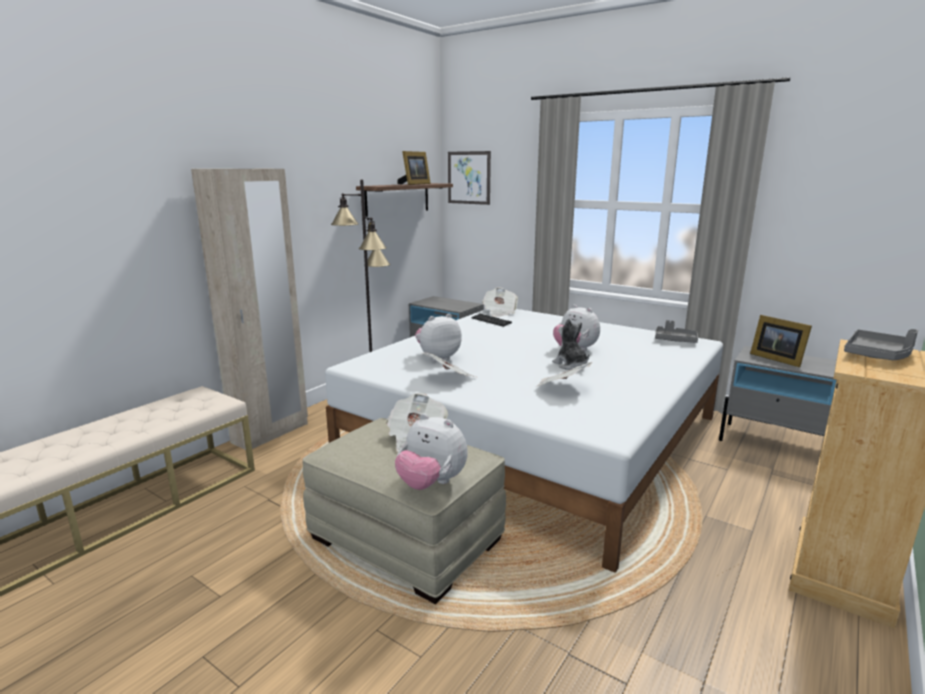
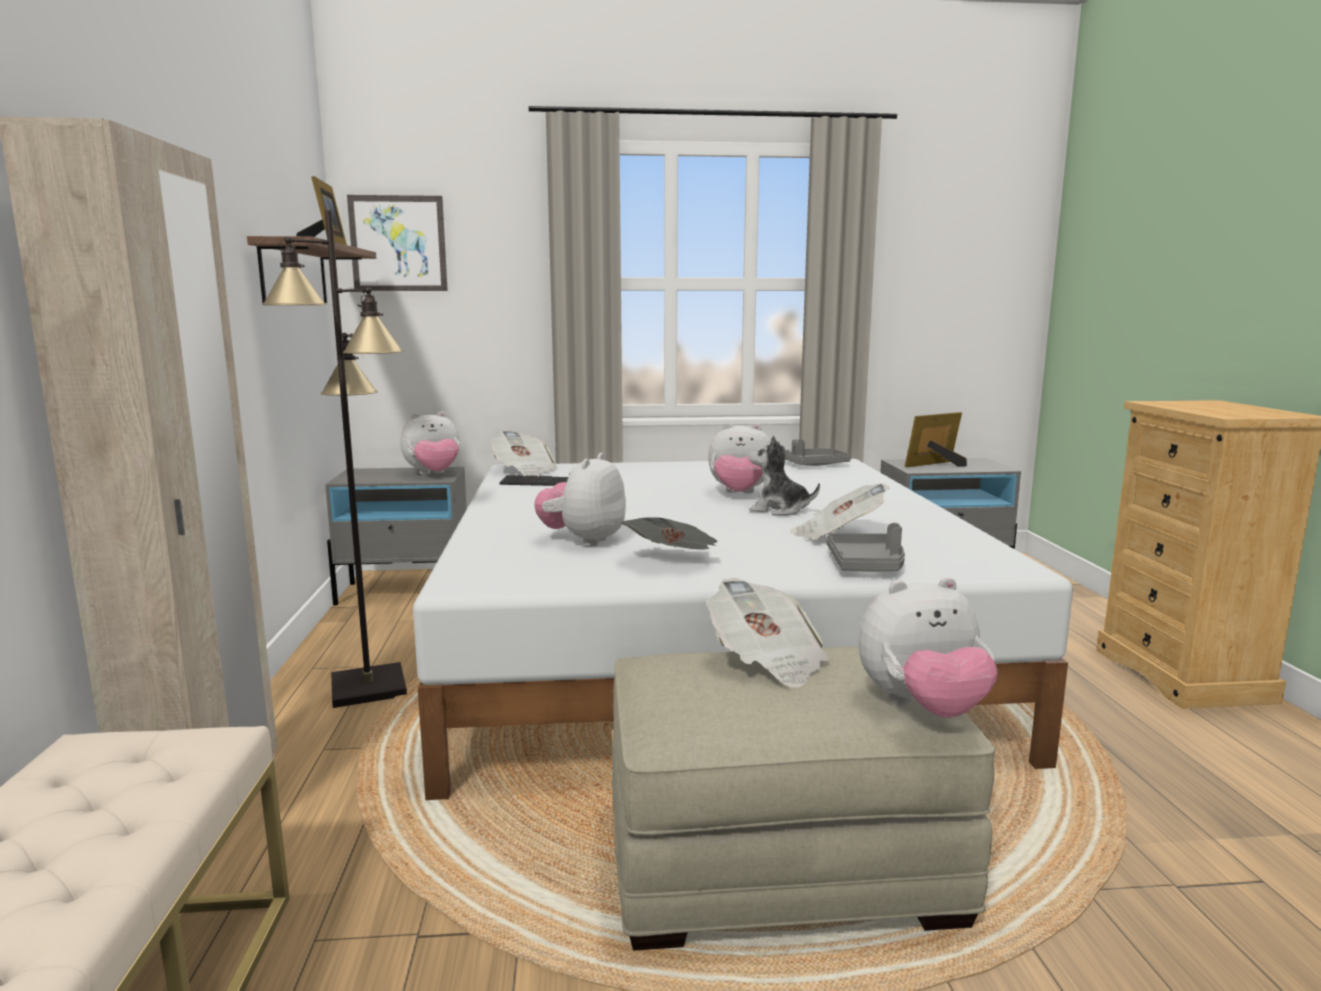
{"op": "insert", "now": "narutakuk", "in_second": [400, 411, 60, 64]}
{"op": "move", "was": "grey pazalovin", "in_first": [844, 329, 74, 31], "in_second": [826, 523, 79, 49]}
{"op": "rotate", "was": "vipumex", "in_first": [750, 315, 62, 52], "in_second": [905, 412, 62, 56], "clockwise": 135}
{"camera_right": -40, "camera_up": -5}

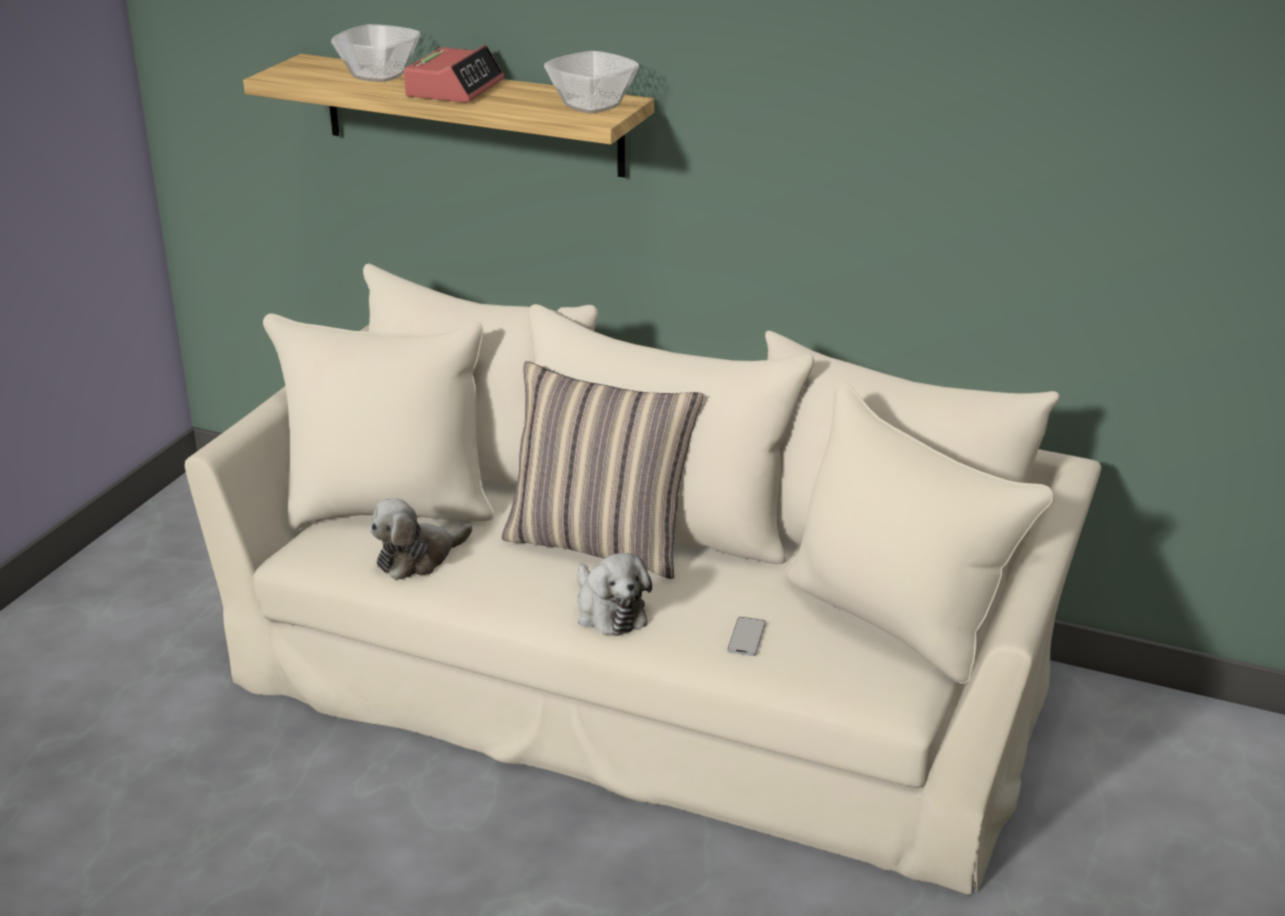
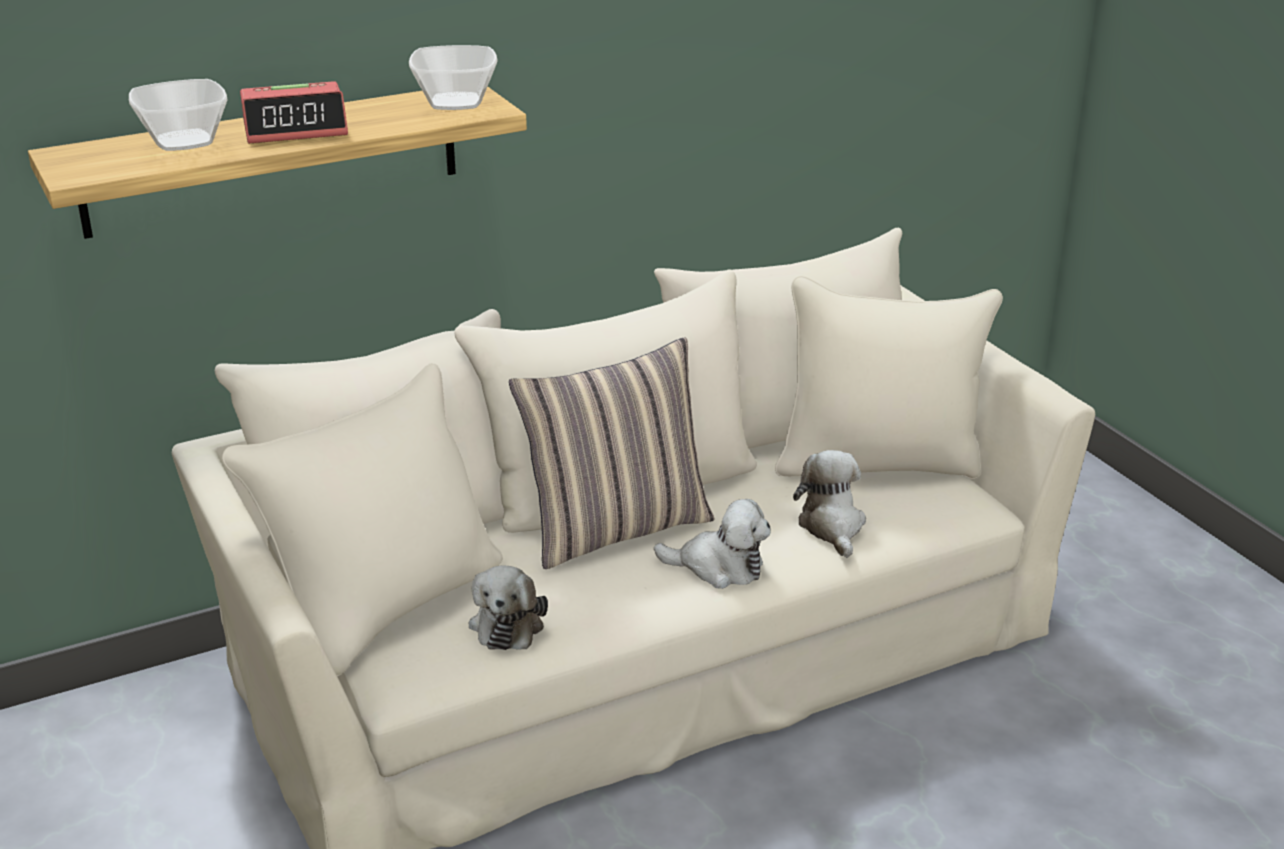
{"op": "rotate", "was": "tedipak", "in_first": [404, 45, 100, 58], "in_second": [240, 81, 108, 62], "clockwise": 105}
{"op": "replace", "was": "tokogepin", "now": "narutakuk", "in_first": [727, 617, 39, 39], "in_second": [793, 450, 73, 108]}
{"camera_right": -50, "camera_up": 0}

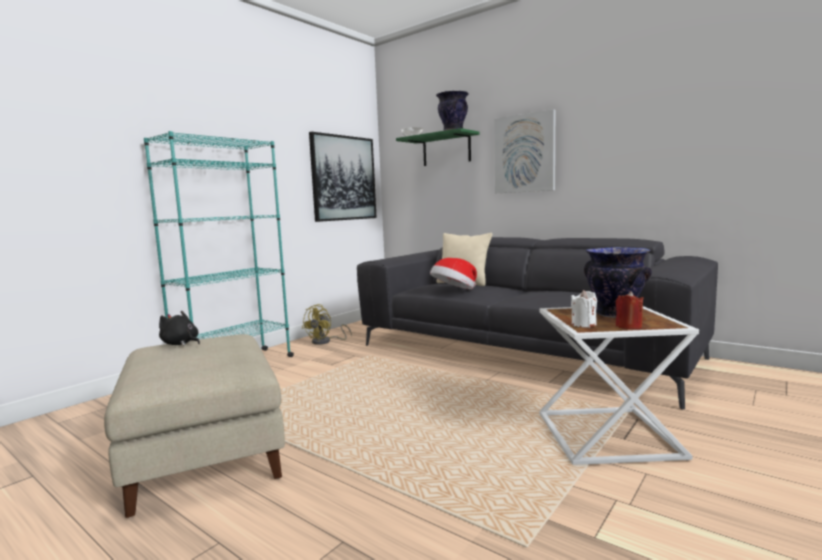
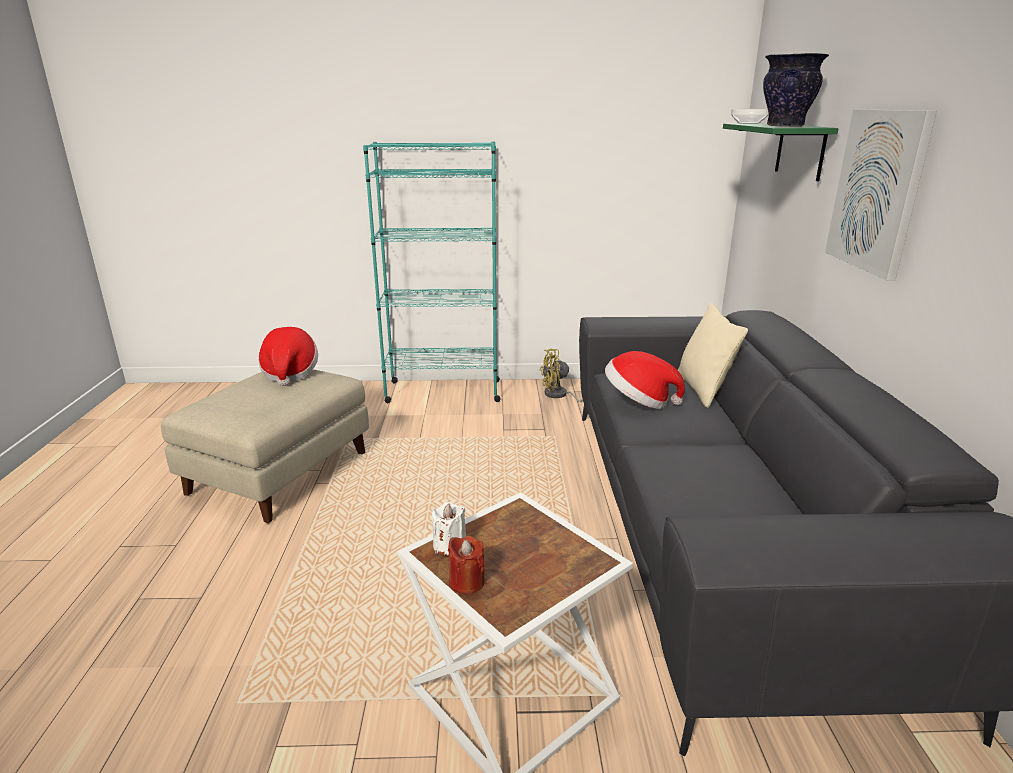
{"op": "replace", "was": "black narutakuk", "now": "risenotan", "in_first": [159, 311, 41, 35], "in_second": [258, 327, 60, 59]}
{"op": "delete", "was": "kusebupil", "in_first": [309, 132, 68, 90]}
{"op": "delete", "was": "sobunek", "in_first": [584, 247, 68, 71]}
{"camera_right": 50, "camera_up": 15}

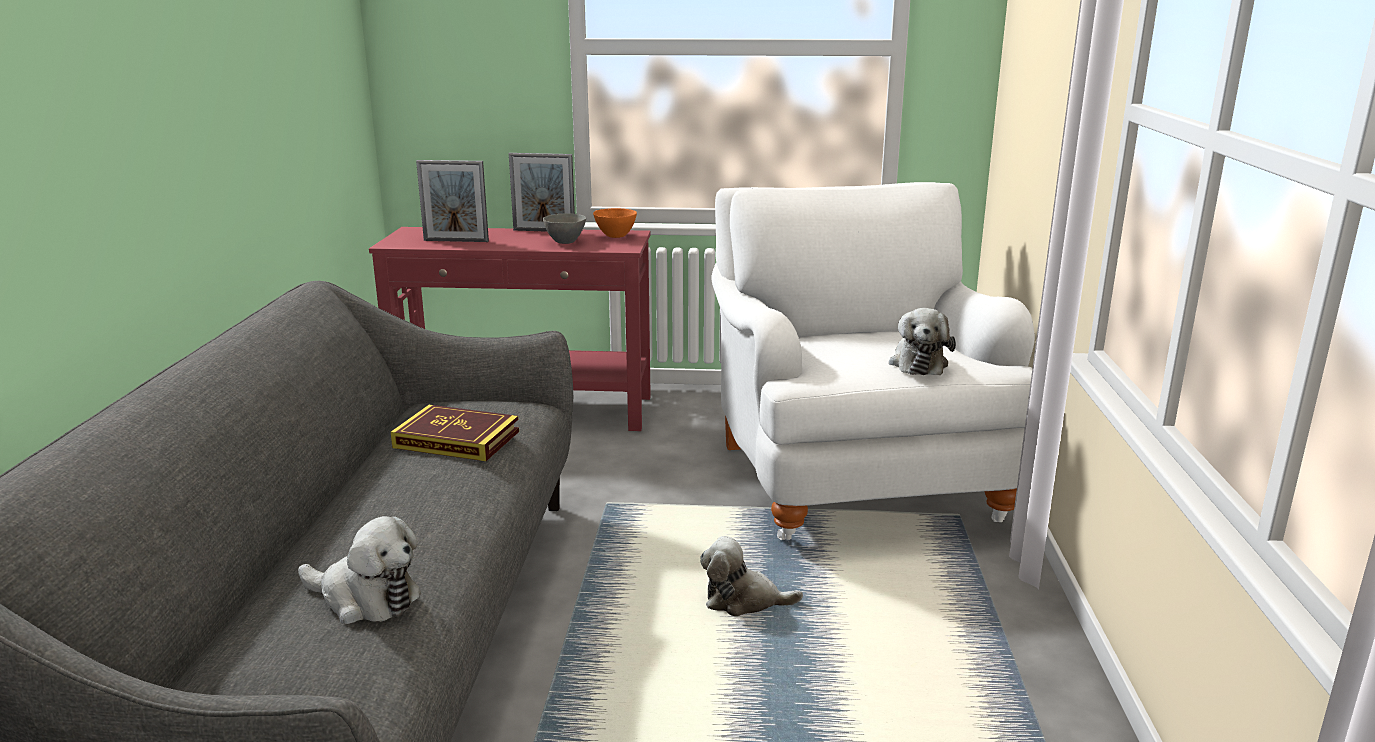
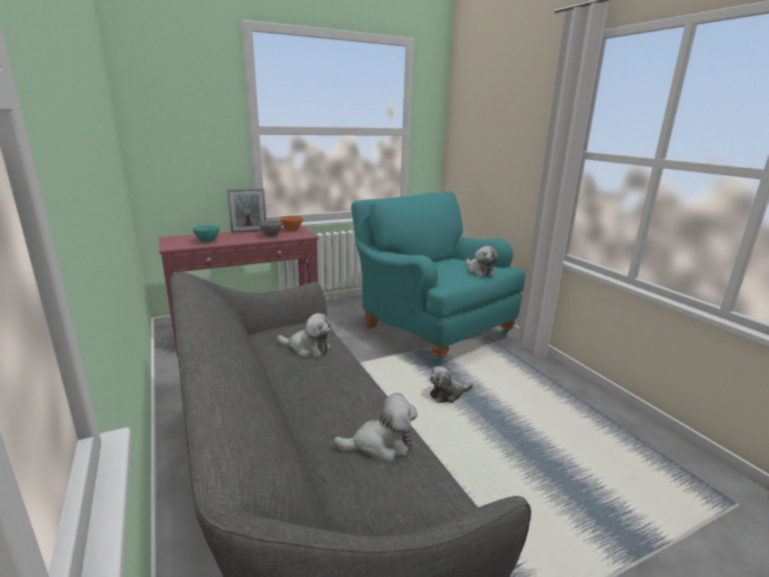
{"op": "replace", "was": "vipumex", "now": "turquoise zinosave", "in_first": [416, 160, 73, 82], "in_second": [192, 225, 28, 18]}
{"op": "replace", "was": "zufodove", "now": "narutakuk", "in_first": [391, 405, 128, 56], "in_second": [278, 313, 53, 44]}
{"op": "recolor", "was": "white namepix", "now": "turquoise namepix", "in_first": [711, 182, 324, 358], "in_second": [351, 192, 175, 172]}
{"camera_right": -30, "camera_up": 0}

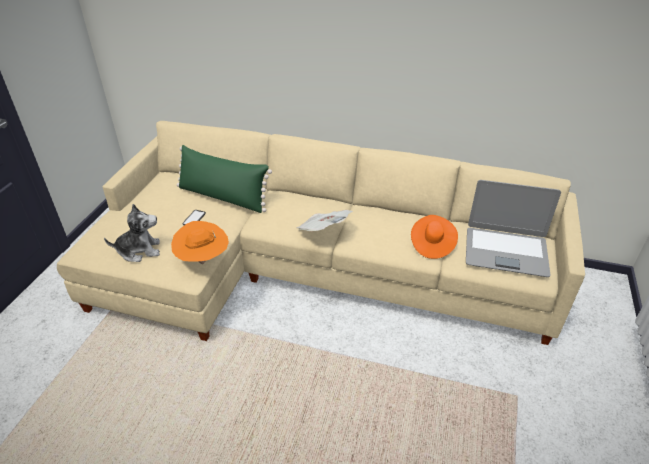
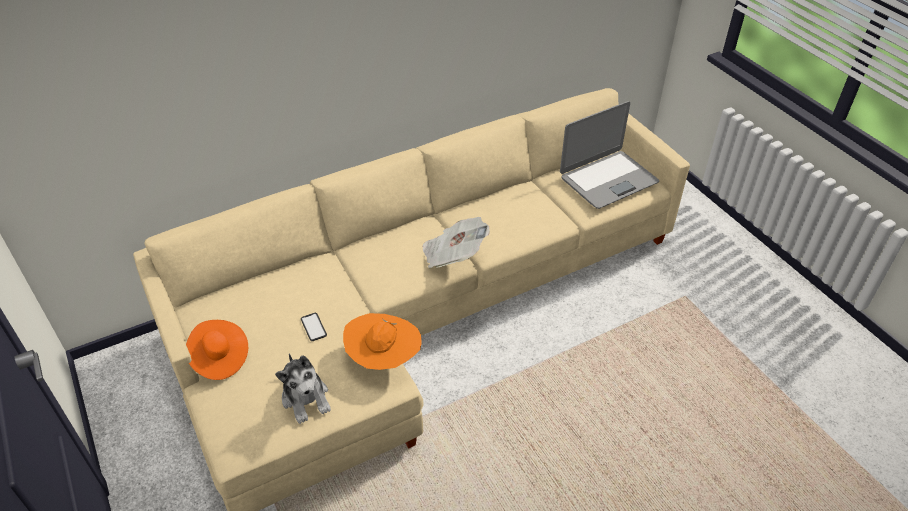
{"op": "move", "was": "orange risenotan", "in_first": [411, 215, 47, 44], "in_second": [186, 320, 62, 60]}
{"op": "rotate", "was": "narutakuk", "in_first": [104, 204, 56, 58], "in_second": [275, 353, 56, 71], "clockwise": 120}
{"op": "delete", "was": "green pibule", "in_first": [177, 145, 95, 68]}
{"camera_right": -45, "camera_up": 5}

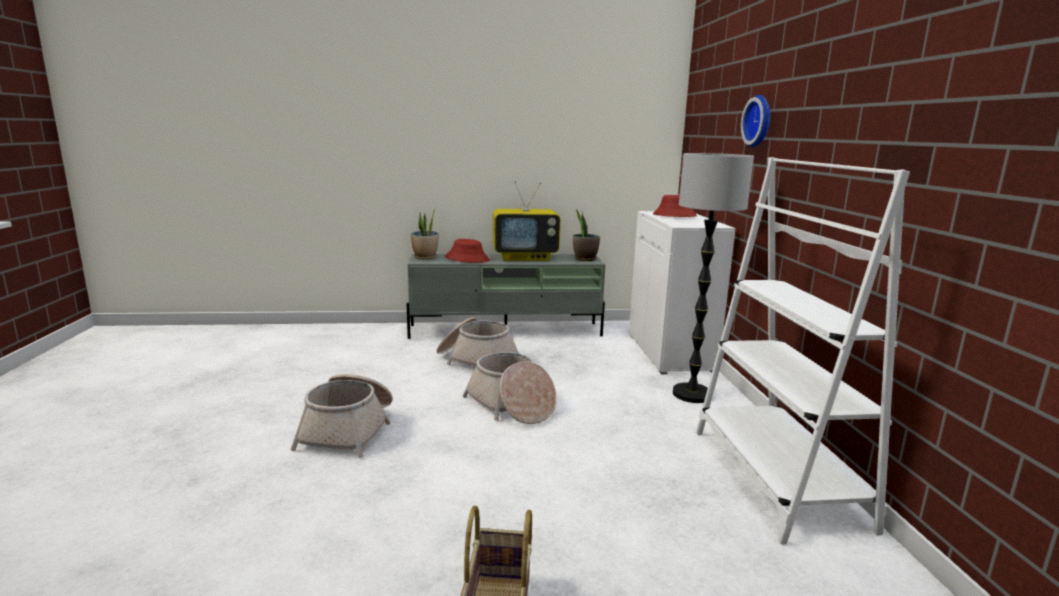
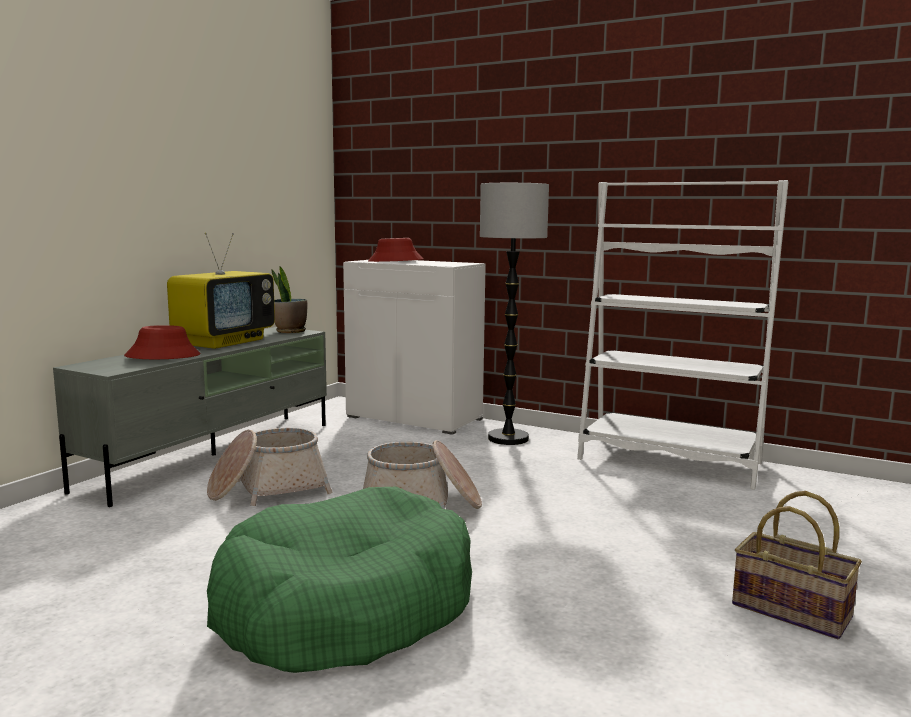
{"op": "replace", "was": "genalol", "now": "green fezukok", "in_first": [290, 374, 103, 84], "in_second": [207, 487, 265, 186]}
{"op": "delete", "was": "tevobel", "in_first": [411, 208, 27, 51]}
{"op": "delete", "was": "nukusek", "in_first": [741, 95, 30, 52]}
{"camera_right": -55, "camera_up": -5}

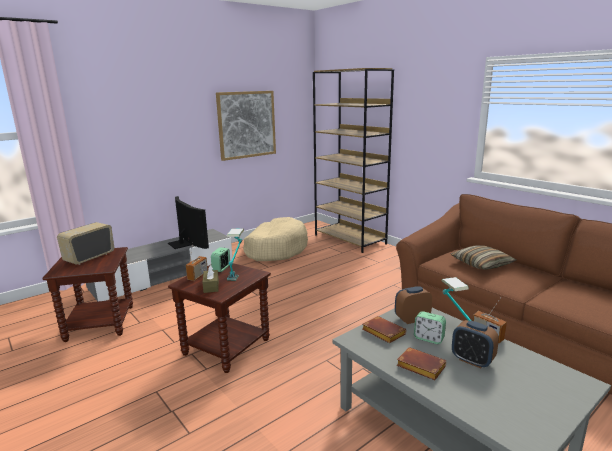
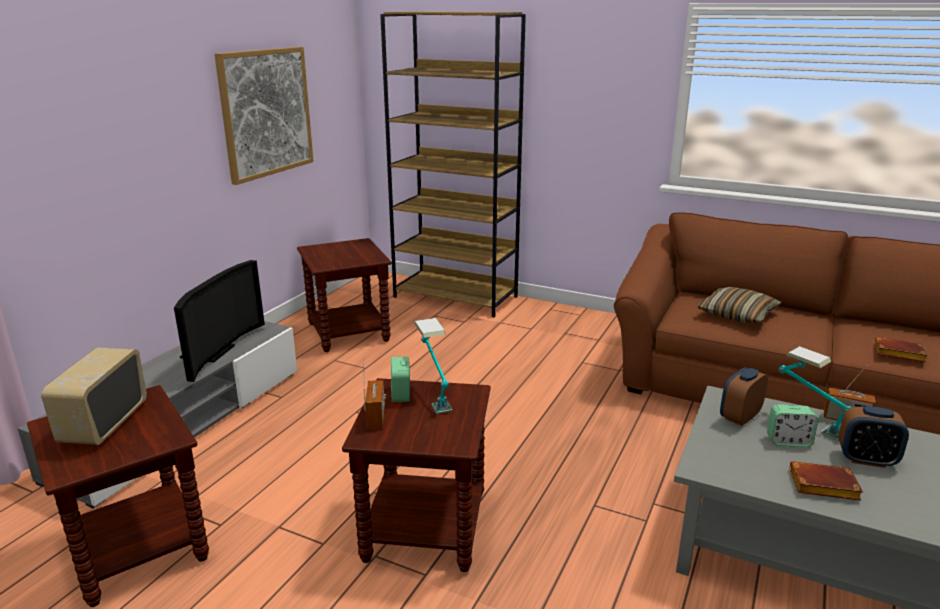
{"op": "rotate", "was": "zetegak", "in_first": [168, 196, 41, 53], "in_second": [174, 260, 91, 122], "clockwise": 75}
{"op": "replace", "was": "beige fezukok", "now": "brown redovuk", "in_first": [243, 217, 65, 44], "in_second": [297, 238, 95, 114]}
{"op": "move", "was": "brown zufodove", "in_first": [362, 316, 44, 27], "in_second": [874, 337, 54, 25]}
{"op": "delete", "was": "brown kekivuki", "in_first": [202, 265, 17, 28]}
{"camera_right": -25, "camera_up": 5}

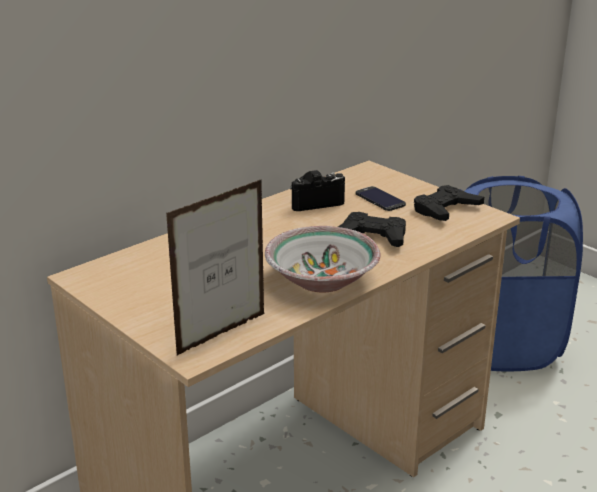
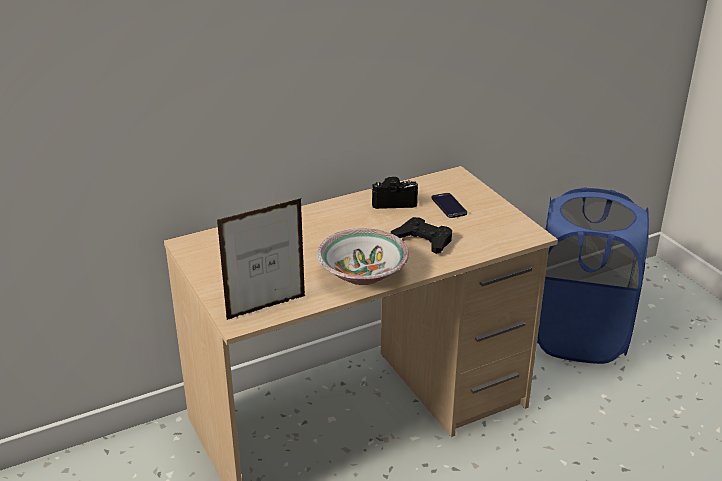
{"op": "delete", "was": "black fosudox", "in_first": [414, 185, 70, 36]}
{"camera_right": 15, "camera_up": 5}

